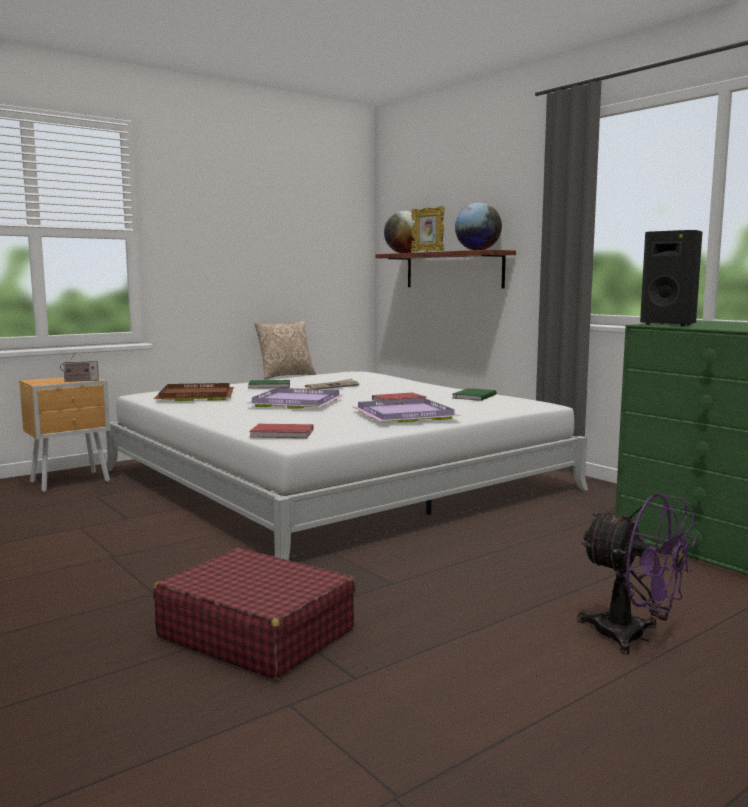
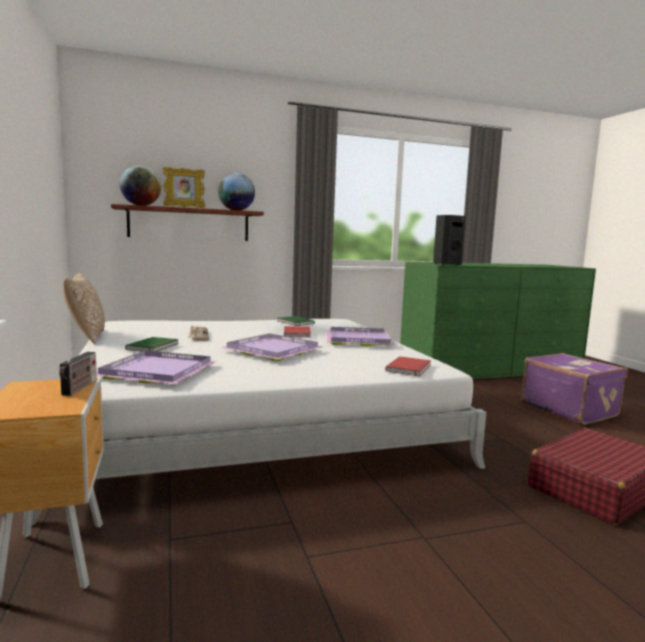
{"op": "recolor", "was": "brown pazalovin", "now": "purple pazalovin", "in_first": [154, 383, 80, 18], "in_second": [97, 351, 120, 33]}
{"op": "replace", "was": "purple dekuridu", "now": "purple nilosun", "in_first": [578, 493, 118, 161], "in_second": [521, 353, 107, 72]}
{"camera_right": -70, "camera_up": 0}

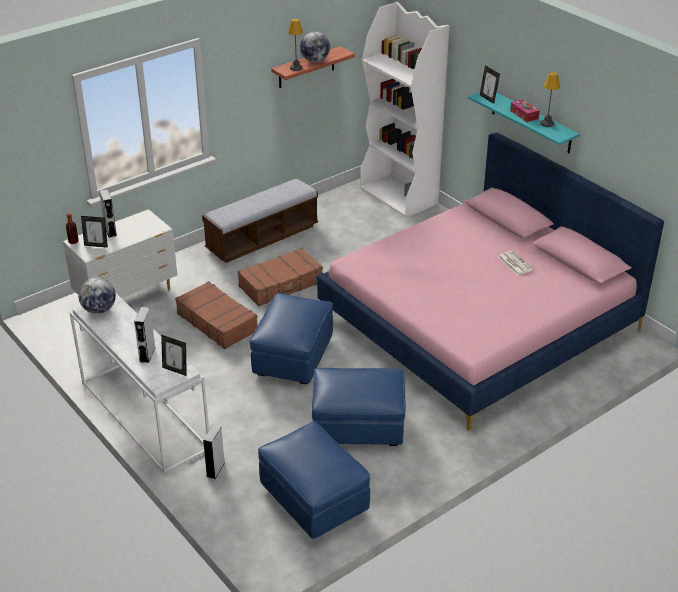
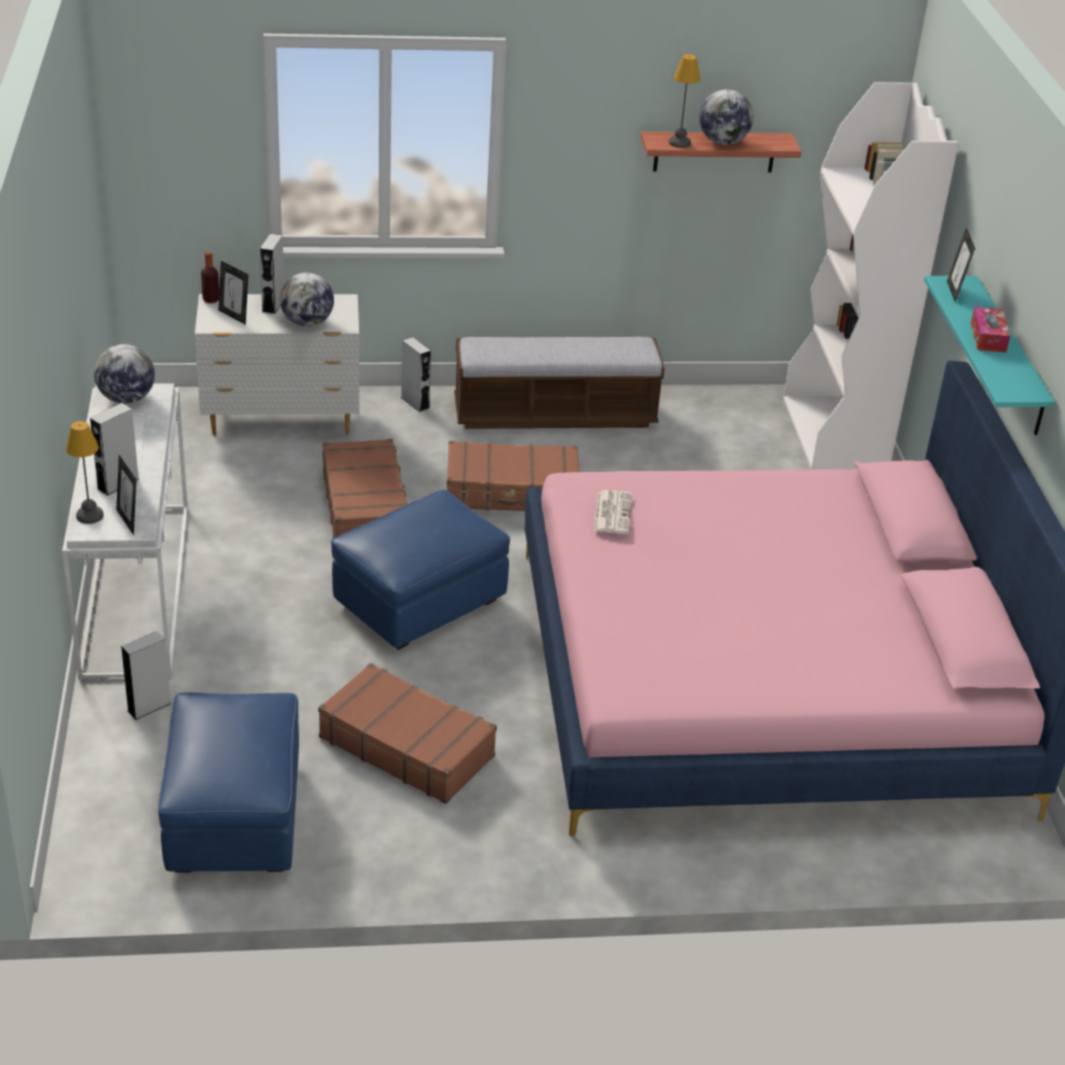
{"op": "move", "was": "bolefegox", "in_first": [540, 72, 20, 55], "in_second": [66, 421, 38, 103]}
{"op": "insert", "now": "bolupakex", "in_second": [280, 272, 54, 55]}
{"op": "replace", "was": "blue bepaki", "now": "brown nilosun", "in_first": [312, 368, 94, 78], "in_second": [318, 663, 179, 141]}
{"op": "insert", "now": "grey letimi", "in_second": [401, 337, 30, 75]}
{"op": "move", "was": "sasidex", "in_first": [498, 251, 36, 24], "in_second": [593, 490, 39, 44]}
{"camera_right": 30, "camera_up": 0}

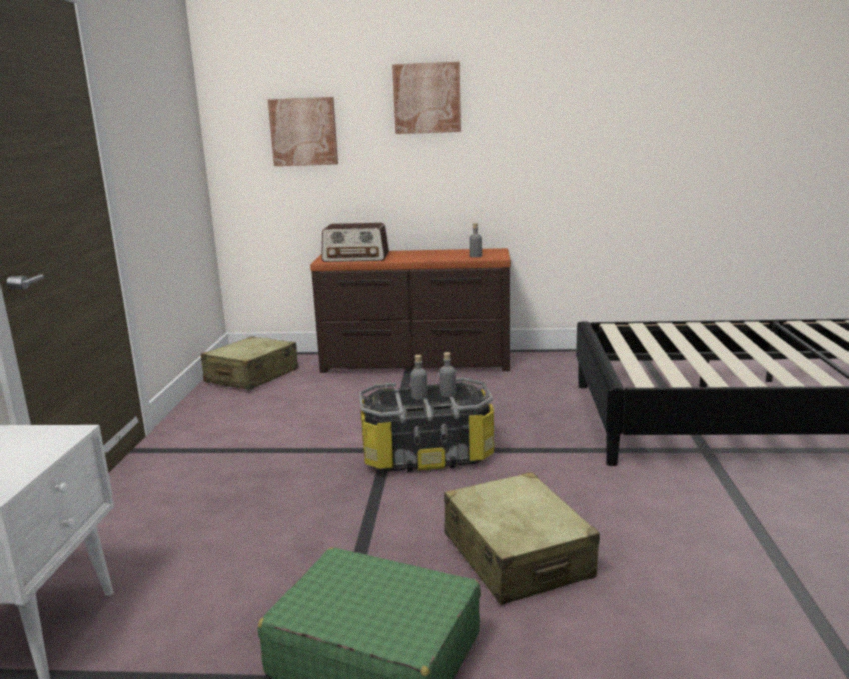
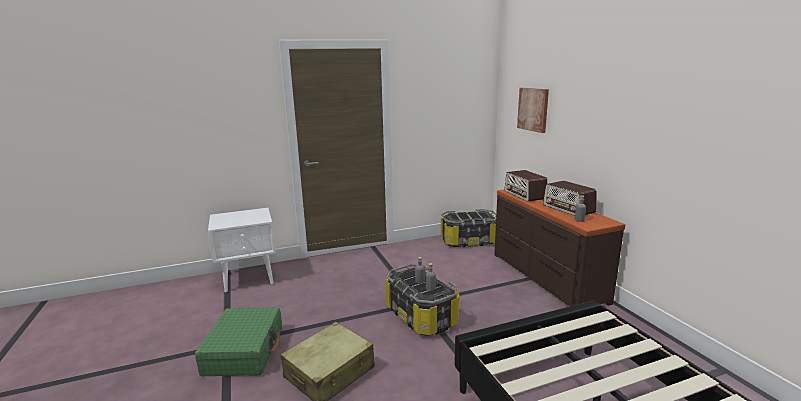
{"op": "replace", "was": "beige nilosun", "now": "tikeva", "in_first": [201, 336, 97, 54], "in_second": [441, 209, 55, 38]}
{"op": "insert", "now": "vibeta", "in_second": [543, 181, 54, 35]}
{"op": "delete", "was": "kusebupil", "in_first": [392, 62, 69, 72]}
{"camera_right": 65, "camera_up": 0}

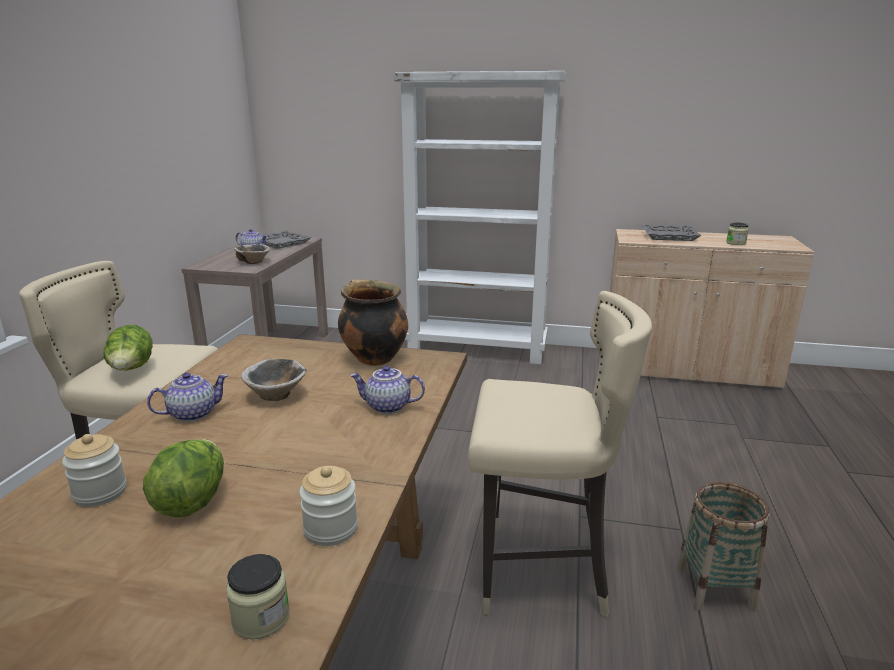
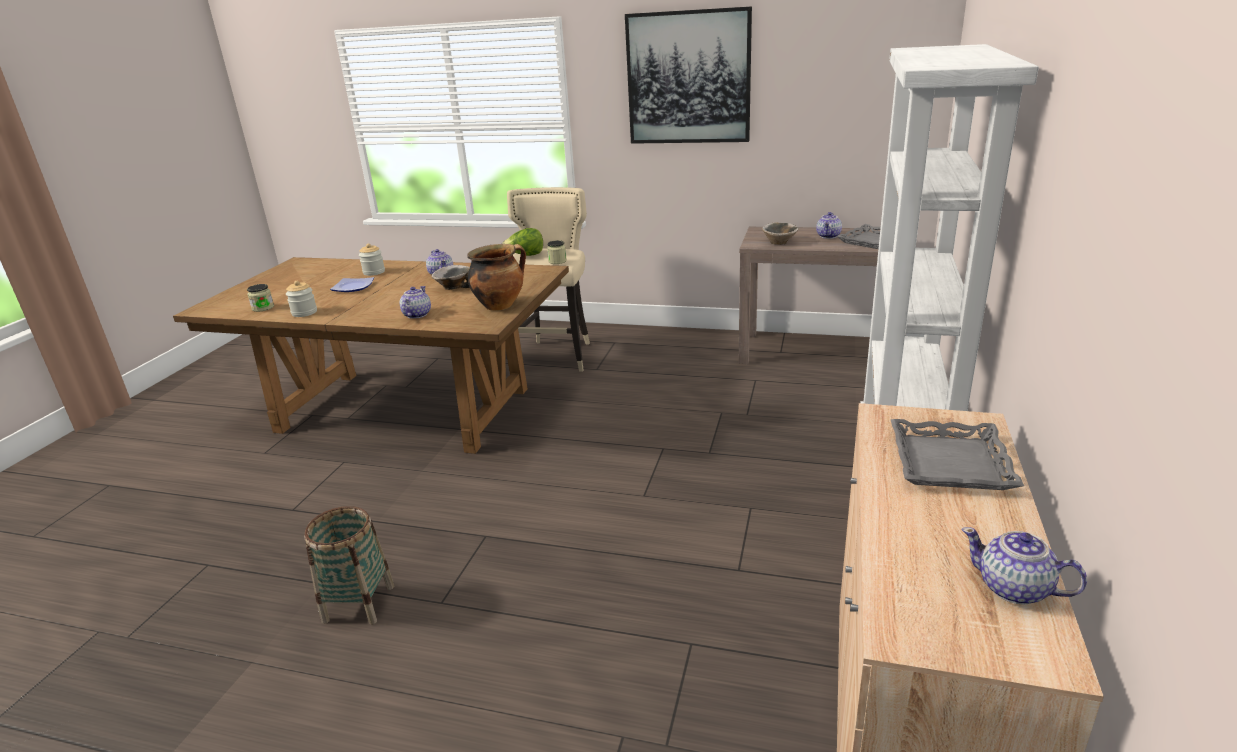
{"op": "replace", "was": "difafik", "now": "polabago", "in_first": [143, 439, 81, 78], "in_second": [330, 277, 44, 15]}
{"op": "move", "was": "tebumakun", "in_first": [726, 222, 23, 23], "in_second": [547, 240, 20, 24]}
{"op": "insert", "now": "kusebupil", "in_second": [625, 6, 127, 138]}
{"op": "insert", "now": "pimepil", "in_second": [962, 527, 125, 78]}
{"op": "delete", "was": "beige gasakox", "in_first": [468, 291, 184, 326]}
{"camera_right": 95, "camera_up": 5}

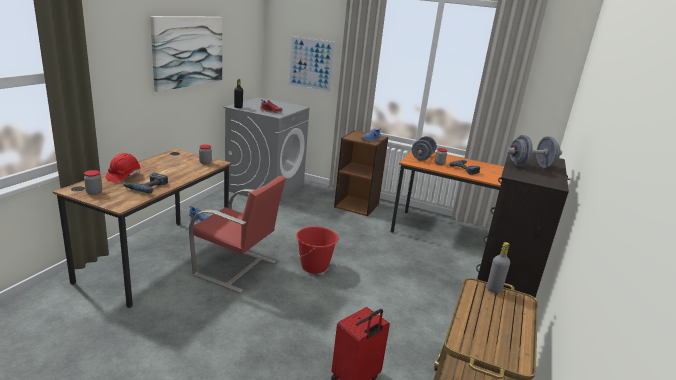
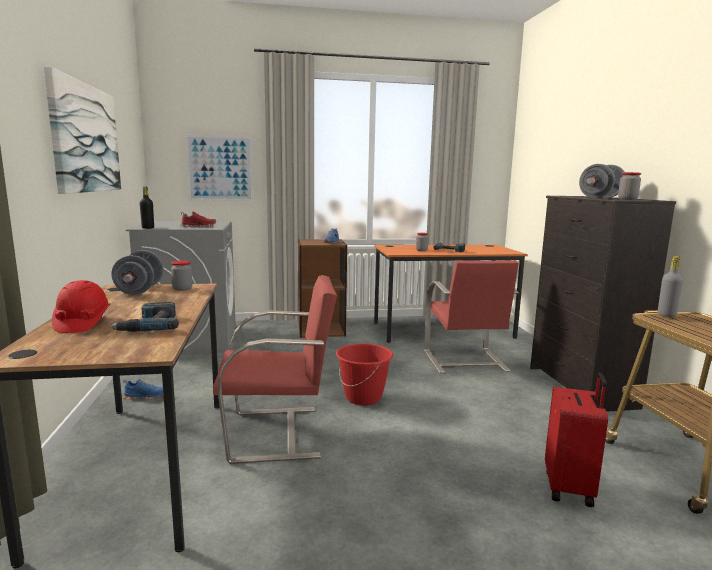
{"op": "move", "was": "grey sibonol", "in_first": [412, 136, 25, 24], "in_second": [111, 250, 53, 45]}
{"op": "insert", "now": "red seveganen", "in_second": [424, 260, 95, 113]}
{"op": "move", "was": "tebumakun", "in_first": [84, 170, 18, 25], "in_second": [618, 172, 23, 28]}
{"camera_right": -30, "camera_up": -10}

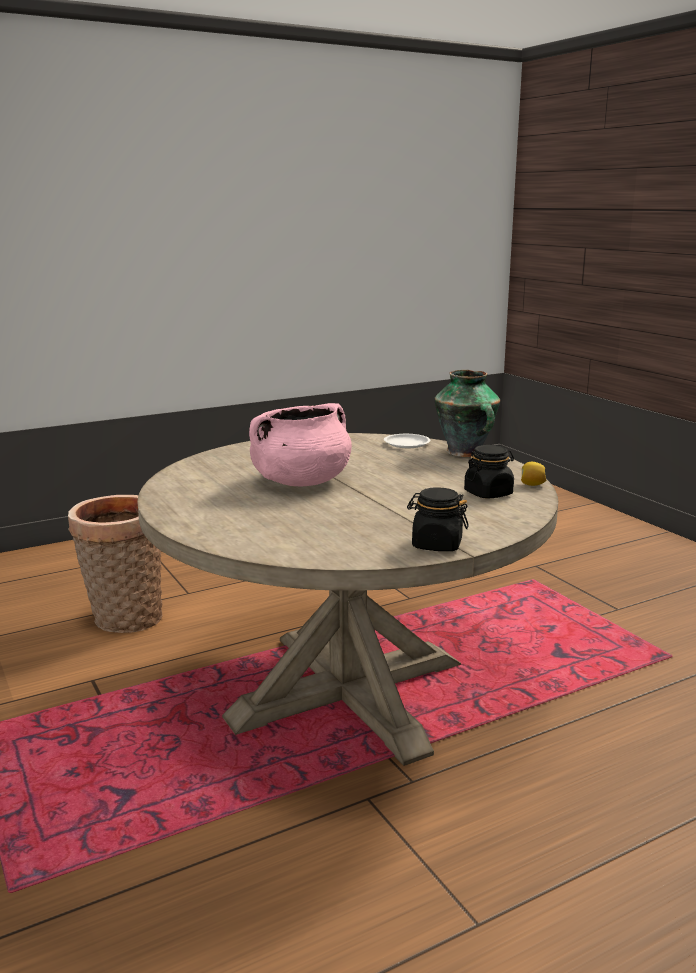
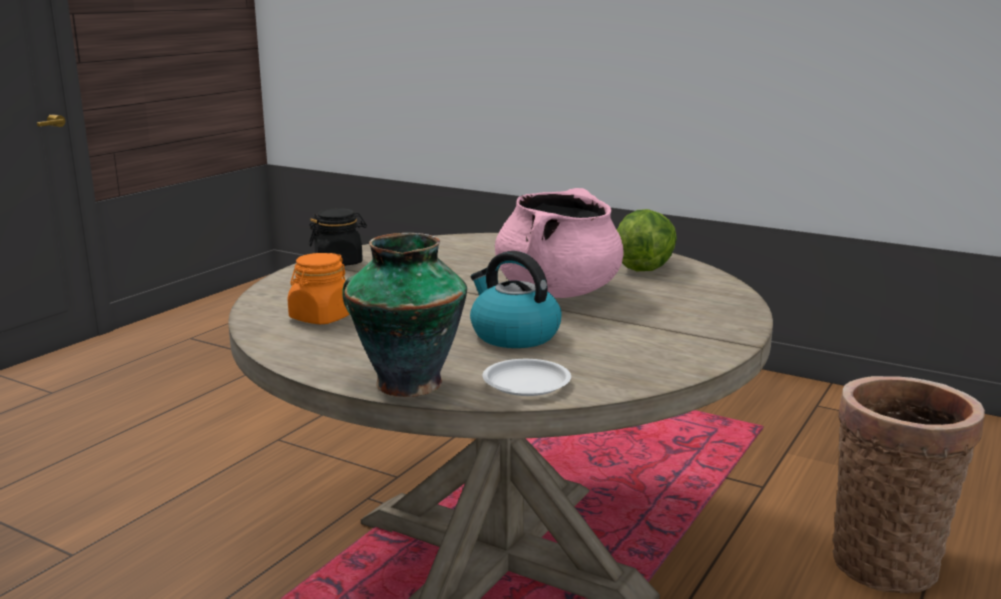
{"op": "recolor", "was": "black tebumakun", "now": "orange tebumakun", "in_first": [464, 445, 50, 54], "in_second": [288, 253, 62, 71]}
{"op": "insert", "now": "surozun", "in_second": [470, 251, 92, 97]}
{"op": "insert", "now": "difafik", "in_second": [617, 209, 60, 62]}
{"op": "delete", "was": "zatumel", "in_first": [521, 462, 25, 24]}
{"camera_right": 150, "camera_up": 0}

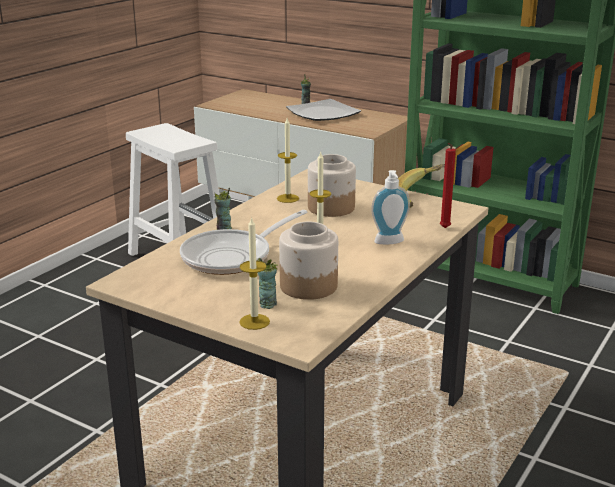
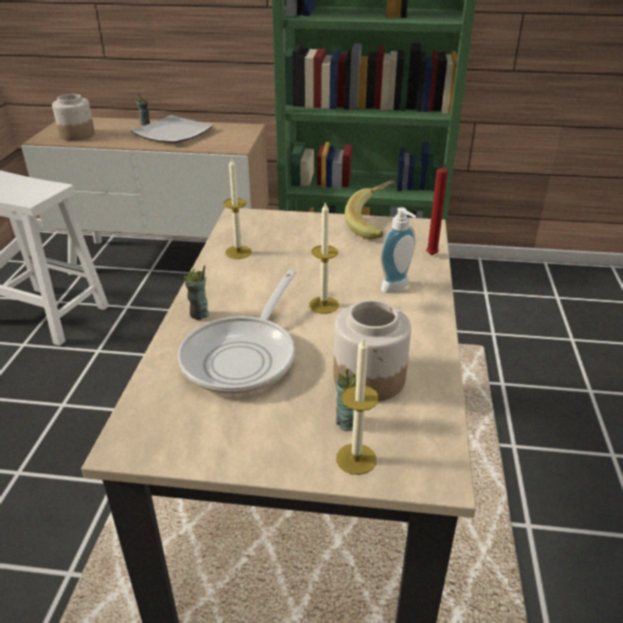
{"op": "move", "was": "tebumakun", "in_first": [308, 154, 48, 63], "in_second": [52, 94, 43, 47]}
{"camera_right": -25, "camera_up": 10}

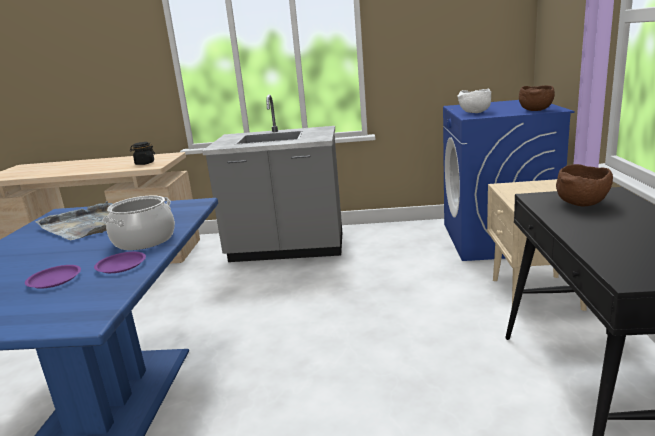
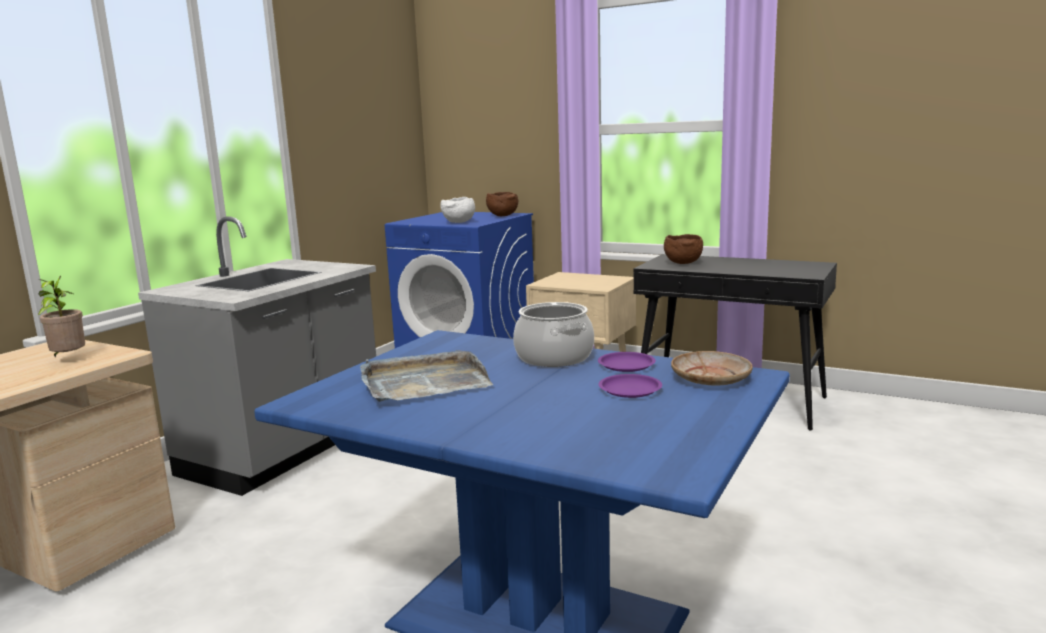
{"op": "replace", "was": "black tebumakun", "now": "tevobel", "in_first": [130, 142, 25, 23], "in_second": [38, 275, 47, 83]}
{"op": "insert", "now": "beige polabago", "in_second": [671, 351, 82, 35]}
{"camera_right": -65, "camera_up": -5}

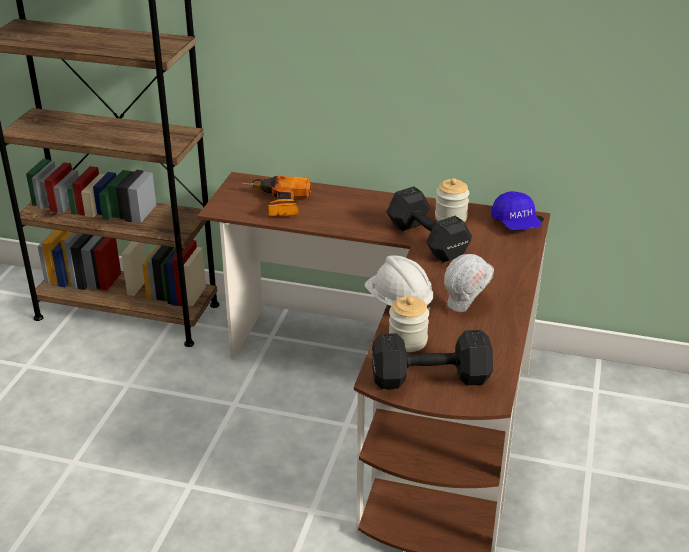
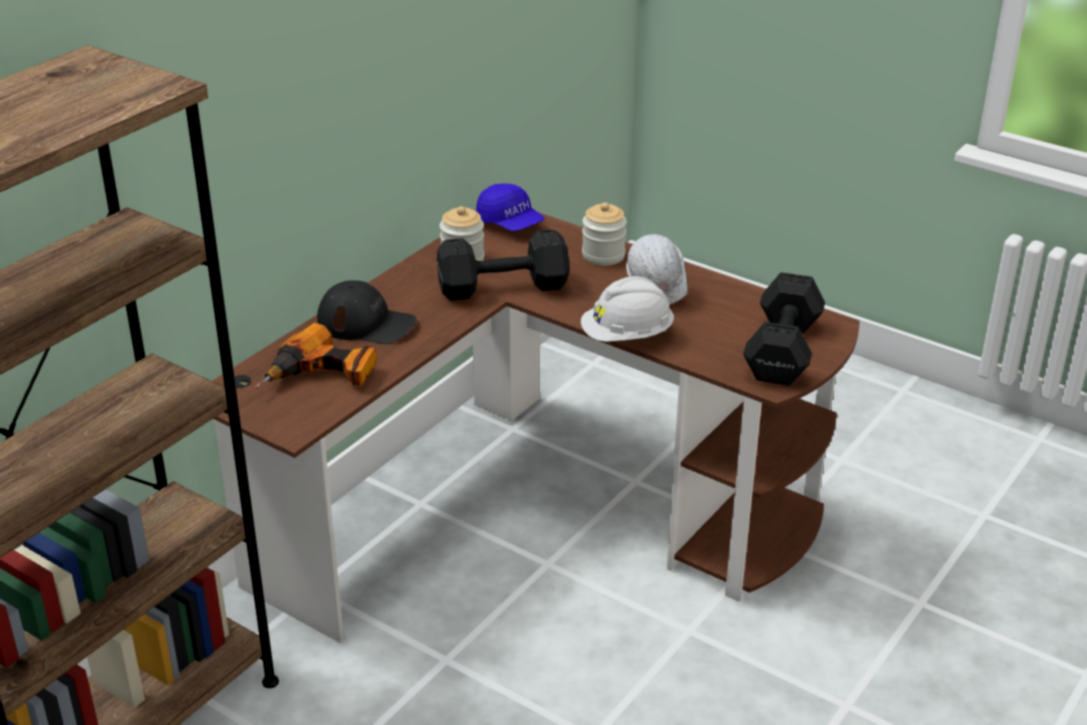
{"op": "insert", "now": "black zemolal", "in_second": [317, 280, 100, 64]}
{"op": "rotate", "was": "blue zemolal", "in_first": [491, 191, 51, 39], "in_second": [476, 183, 69, 48], "clockwise": 45}
{"op": "move", "was": "tebumakun", "in_first": [389, 296, 40, 56], "in_second": [582, 203, 45, 63]}
{"camera_right": -70, "camera_up": 0}

